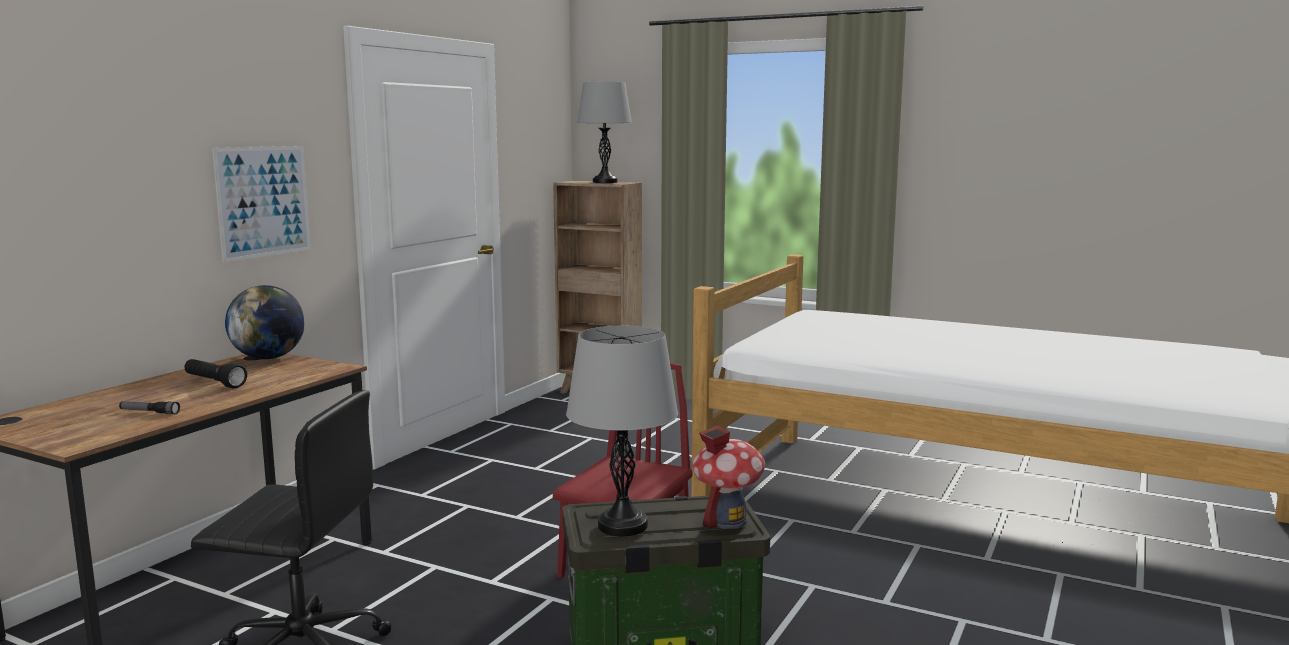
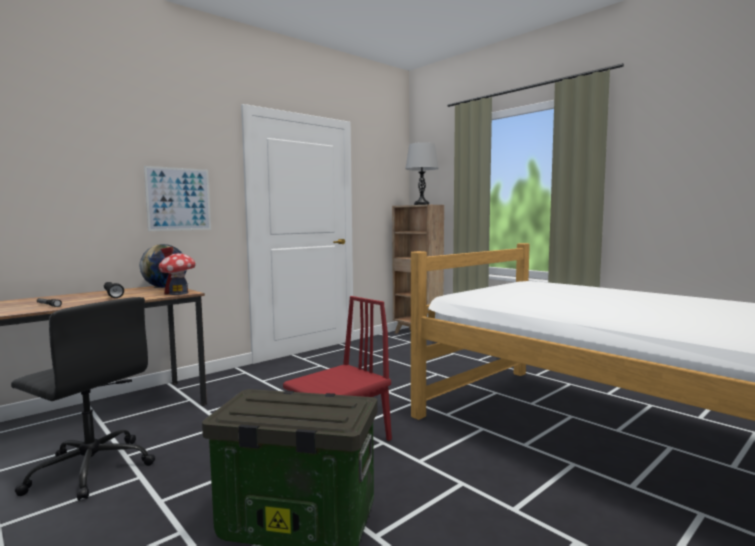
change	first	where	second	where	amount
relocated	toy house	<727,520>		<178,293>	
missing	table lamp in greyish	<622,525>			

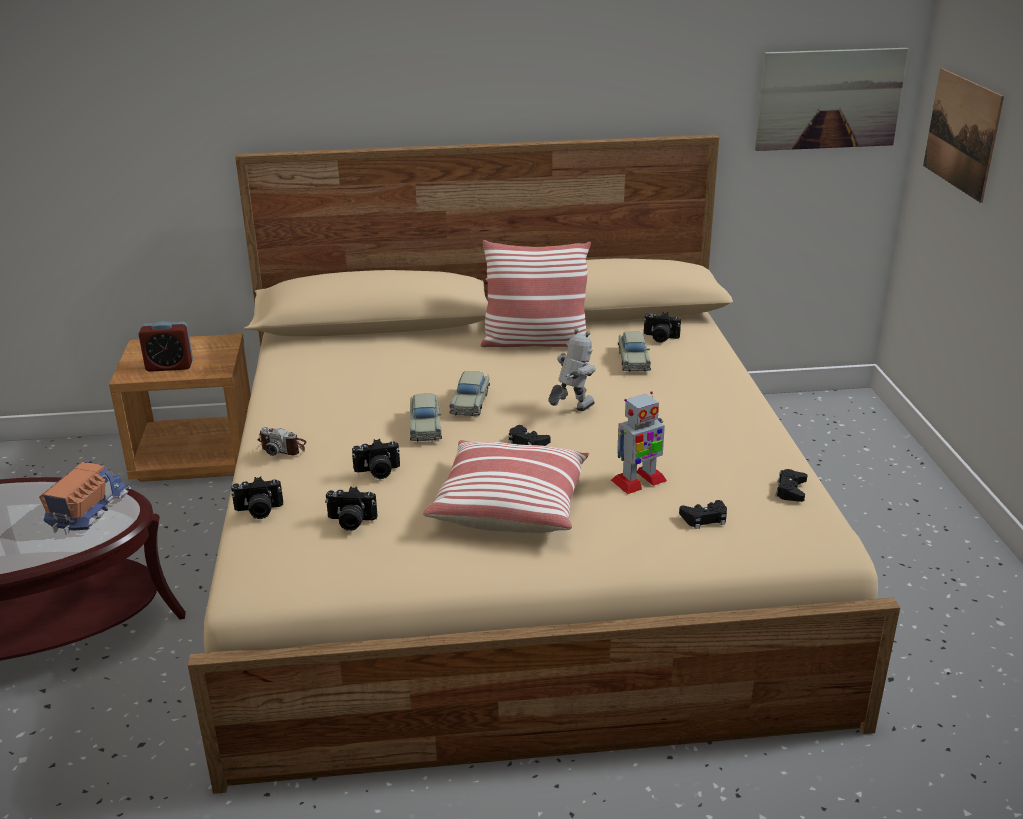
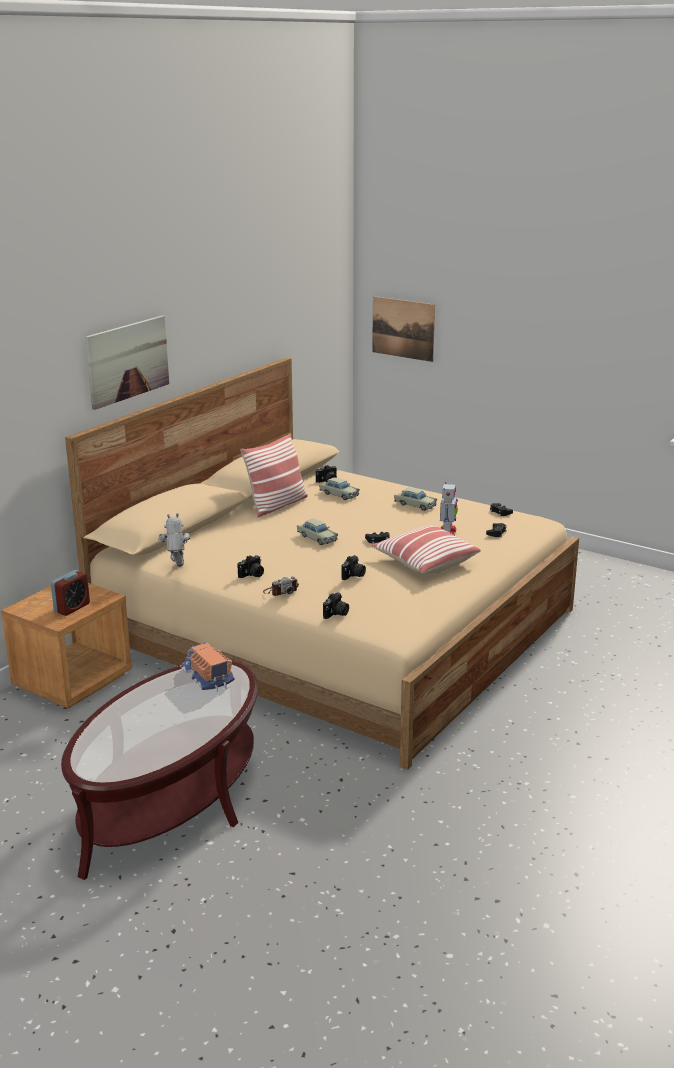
change	first	where	second	where	amount
relocated	wall art	<829,99>		<127,361>	
relocated	model robot	<571,411>		<177,568>	
relocated	photo camera	<350,521>		<252,575>	
relocated	toy car in sand-coloured	<425,426>		<415,505>	

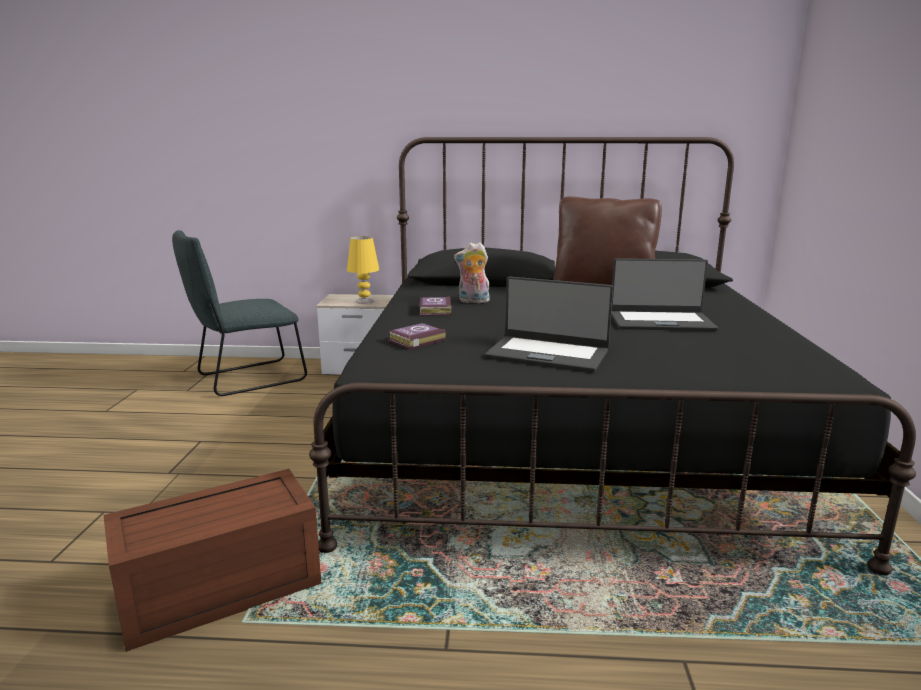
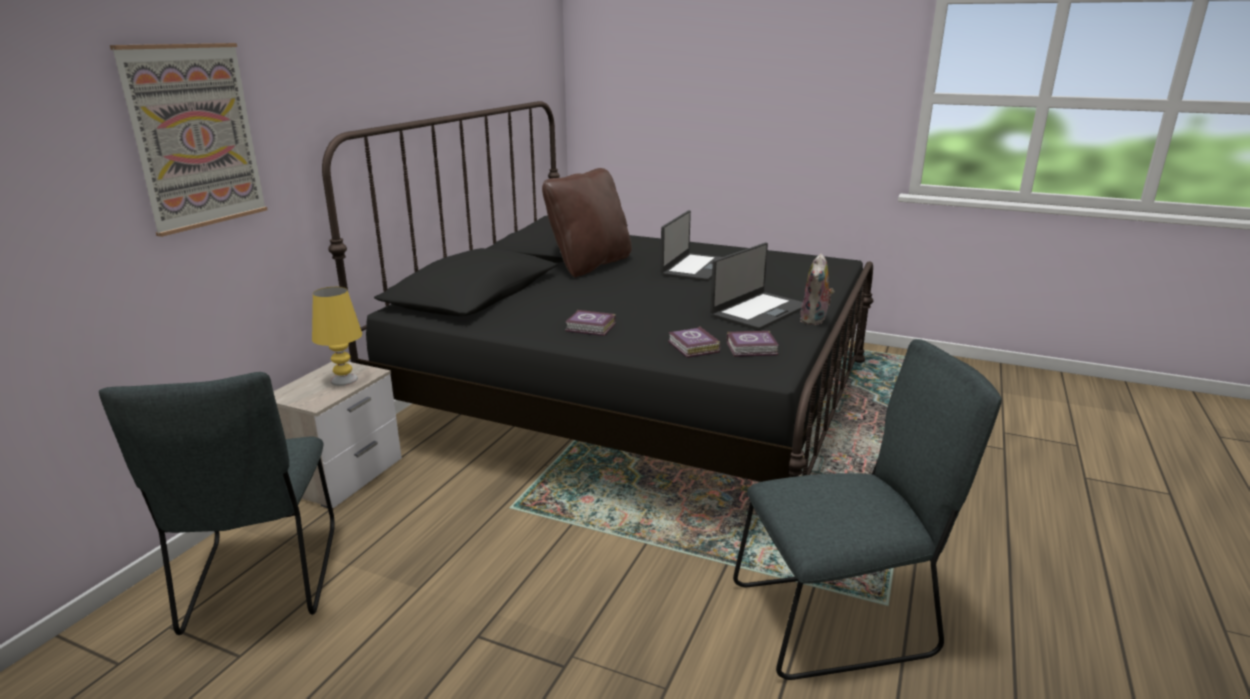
change	first	where	second	where	amount
appeared			wall art	<194,136>	
appeared			volume	<753,349>	
exchanged	storage bin in brown-coloured	<218,591>	chair in greyish	<841,619>	
relocated	plush toy	<473,301>		<815,320>	

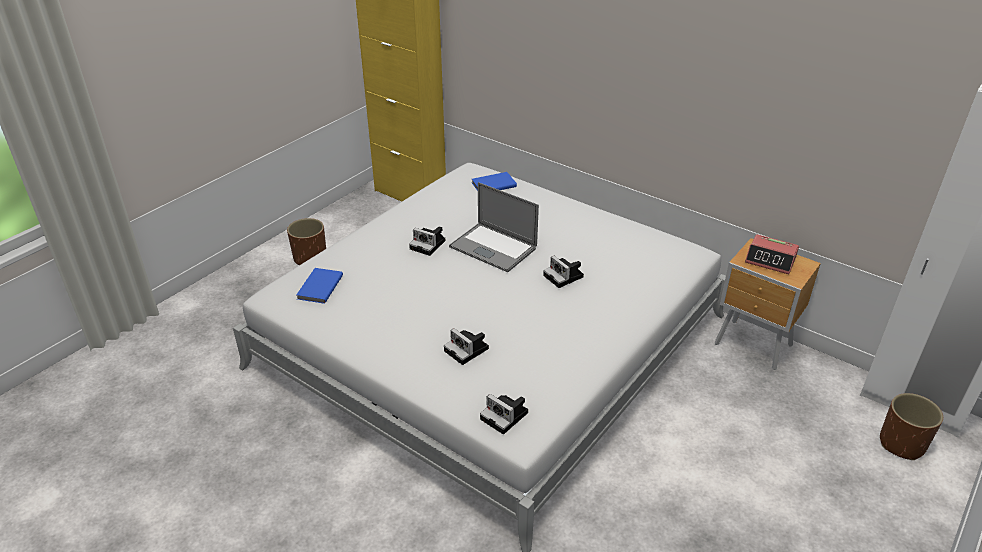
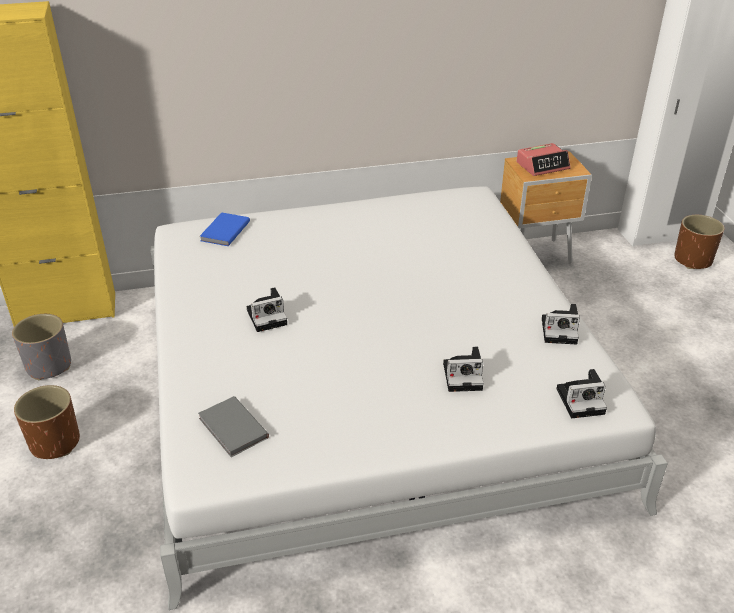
change	first	where	second	where	amount
appeared			flower pot in greyish	<49,366>	
colour	volume in bluish	<319,287>	volume in greyish	<232,429>	
relocated	photo camera	<564,277>		<560,330>	
missing	laptop	<493,247>			

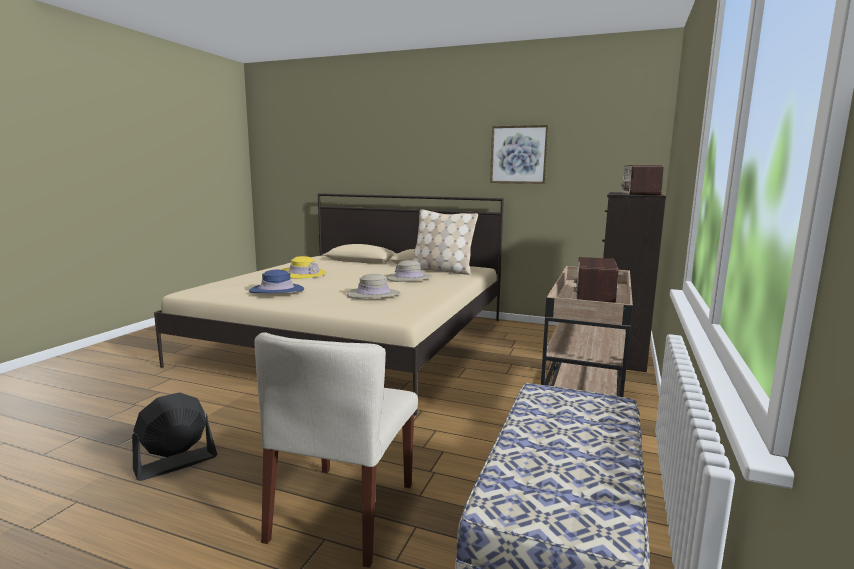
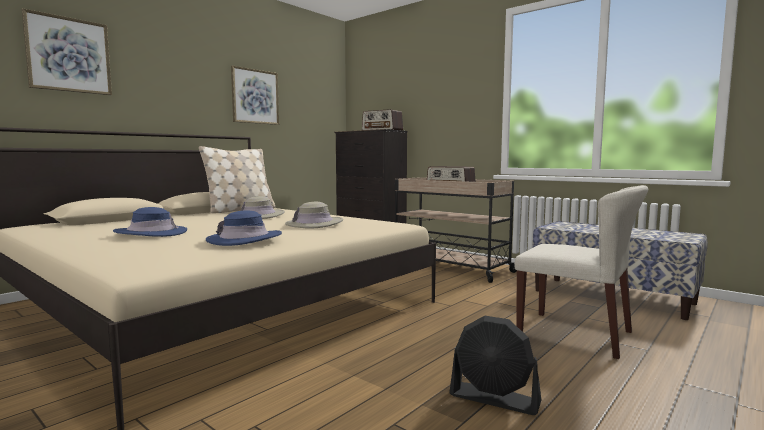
change	first	where	second	where	amount
appeared			wall art	<69,55>	
colour	wearable hat in yellow-coloured	<302,274>	wearable hat in bluish	<151,233>	
spun	cooling fan in black-coloured	<176,463>		<495,398>	45 degrees counterclockwise

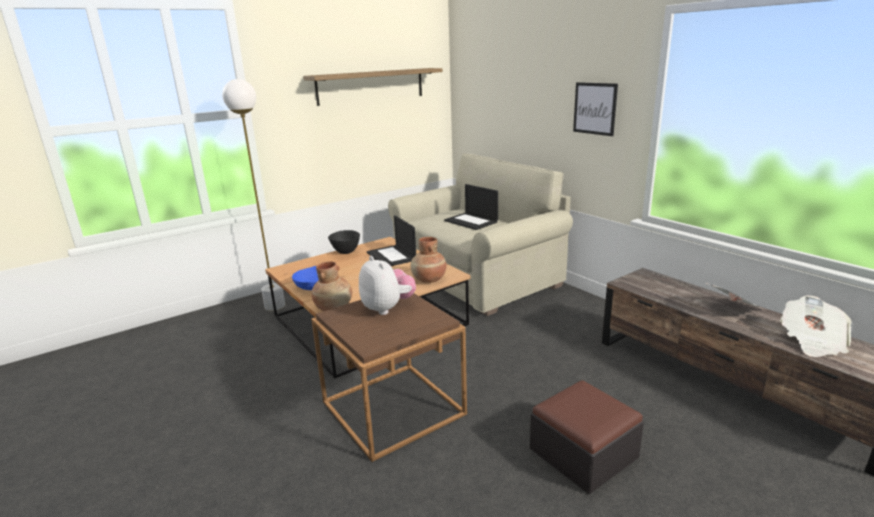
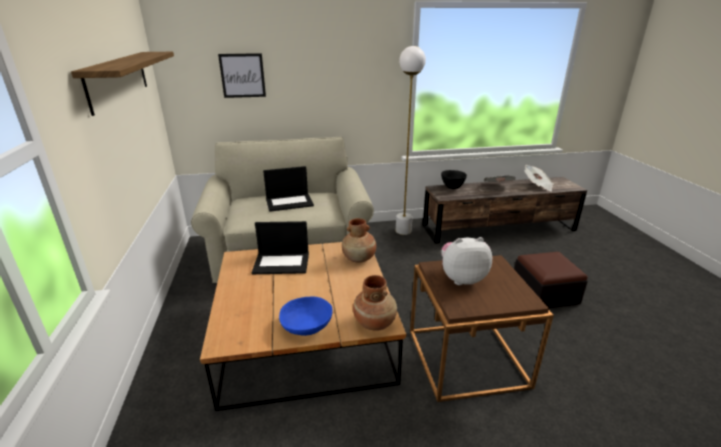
change	first	where	second	where	amount
relocated	wall art	<595,108>		<242,75>	
relocated	standard lamp in white-coloured	<275,306>		<403,231>	
relocated	serving bowl in black-coloured	<346,252>		<452,188>	

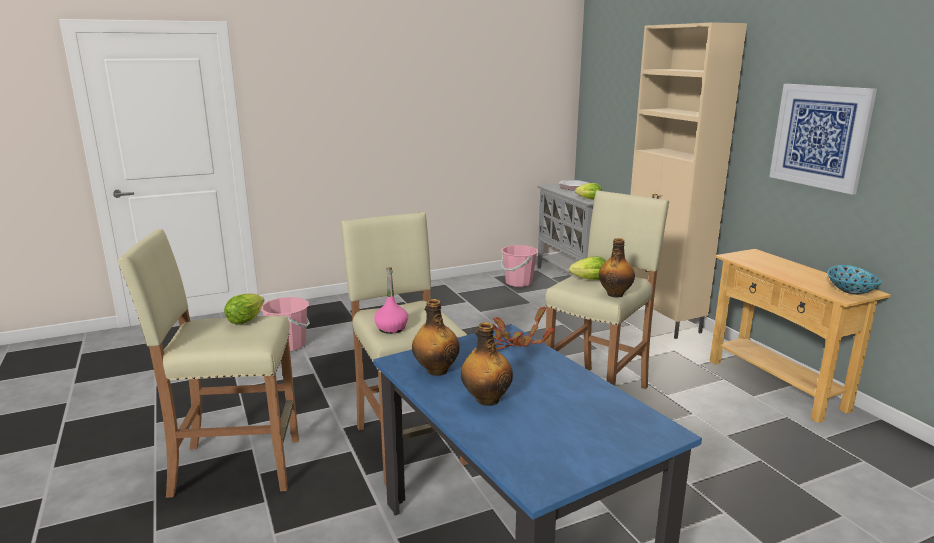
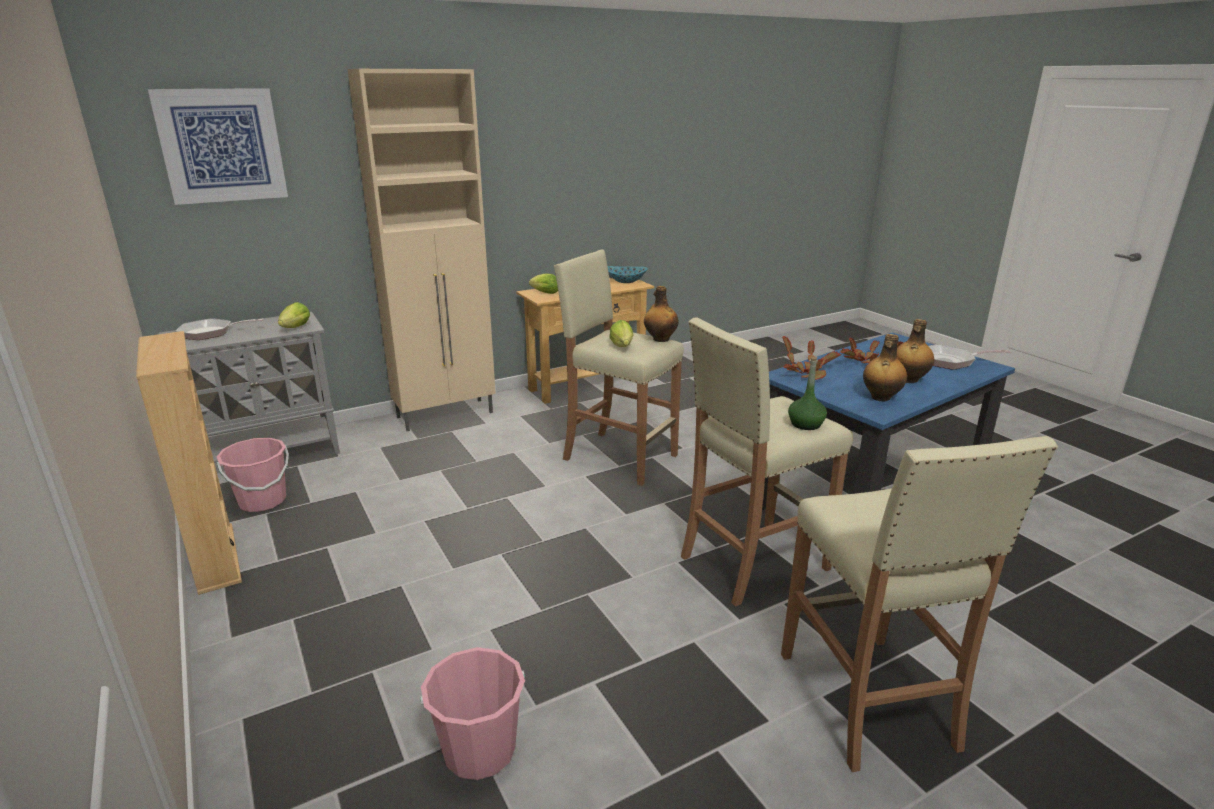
change	first	where	second	where	amount
appeared			bookshelf in sand-coloured	<215,558>	
relocated	wall art	<820,136>		<221,146>	
relocated	head of lettuce	<247,319>		<544,293>	
colour	bottle in pink	<391,328>	bottle in greenish	<805,424>	
appeared			houseplant	<864,362>	
appeared			frying pan	<950,361>	

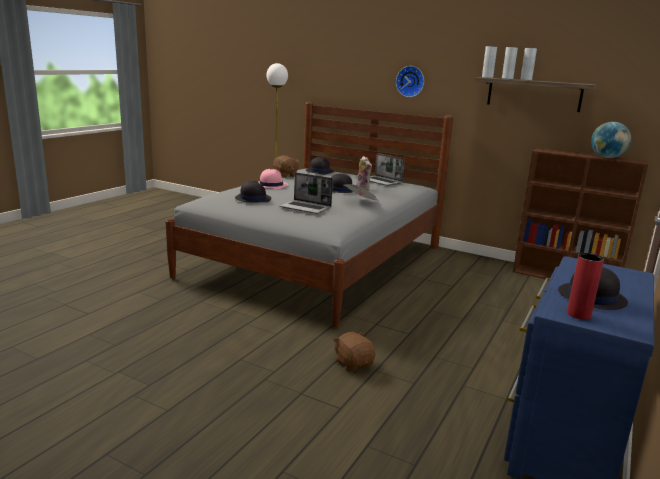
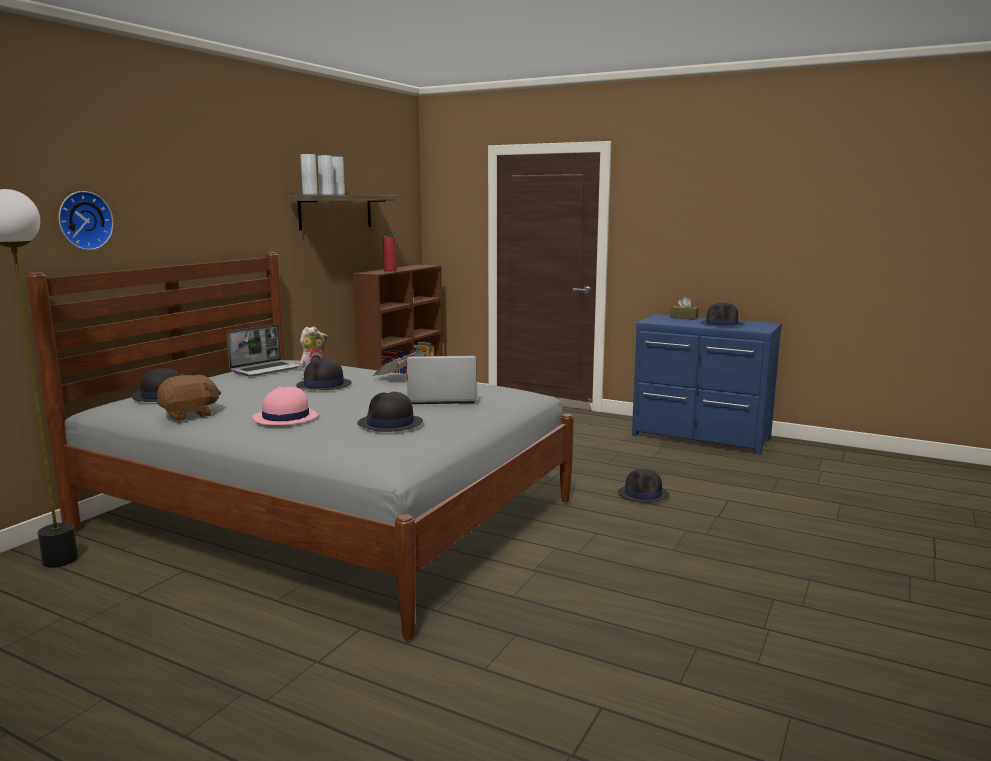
change	first	where	second	where	amount
relocated	hanging clock	<410,81>		<83,220>	
relocated	vase in reddish	<578,314>		<390,270>	
spun	laptop	<306,208>		<441,398>	120 degrees counterclockwise
exchanged	plush toy in brown-coloured	<353,363>	wearable hat in black-coloured	<643,494>	
appeared			tissue holder in brown-coloured	<684,317>	
missing	globe	<607,157>			

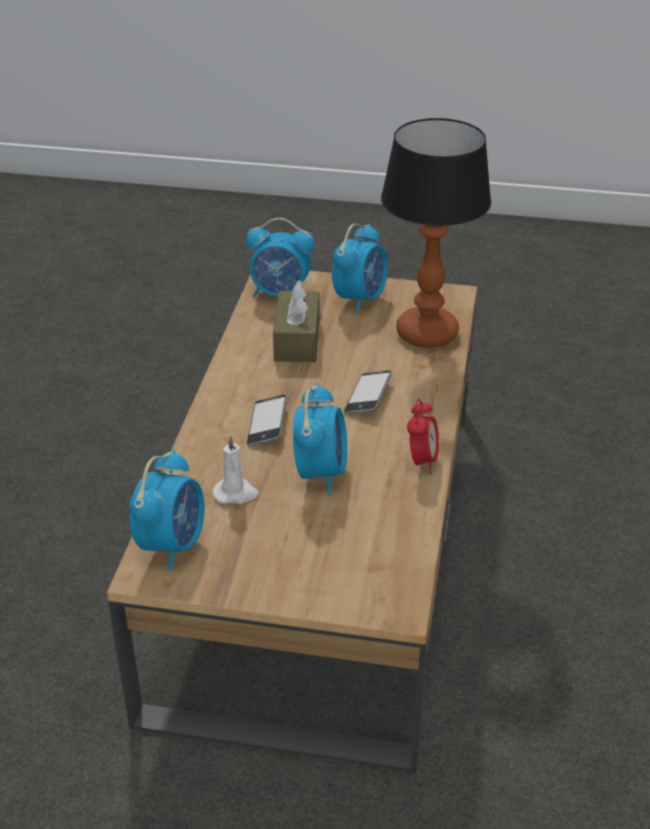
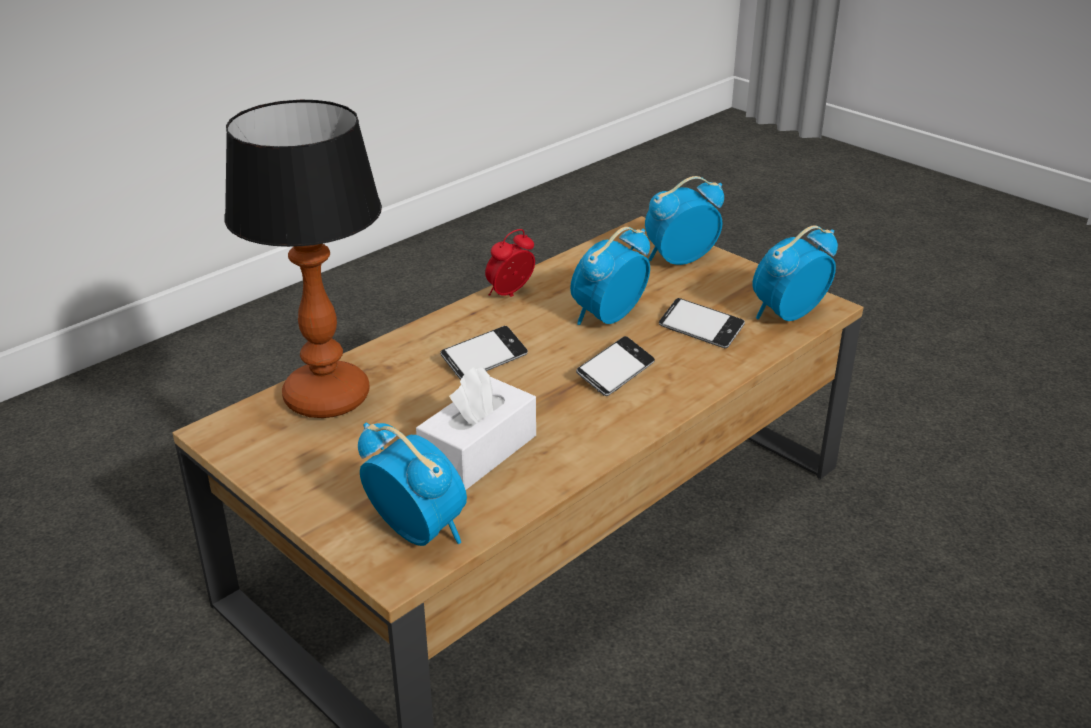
change	first	where	second	where	amount
colour	tissue holder in brown-coloured	<297,340>	tissue holder in white-coloured	<478,451>	
relocated	bedside clock	<360,298>		<679,260>	
exchanged	candle in white-coloured	<236,493>	phone	<700,329>	

